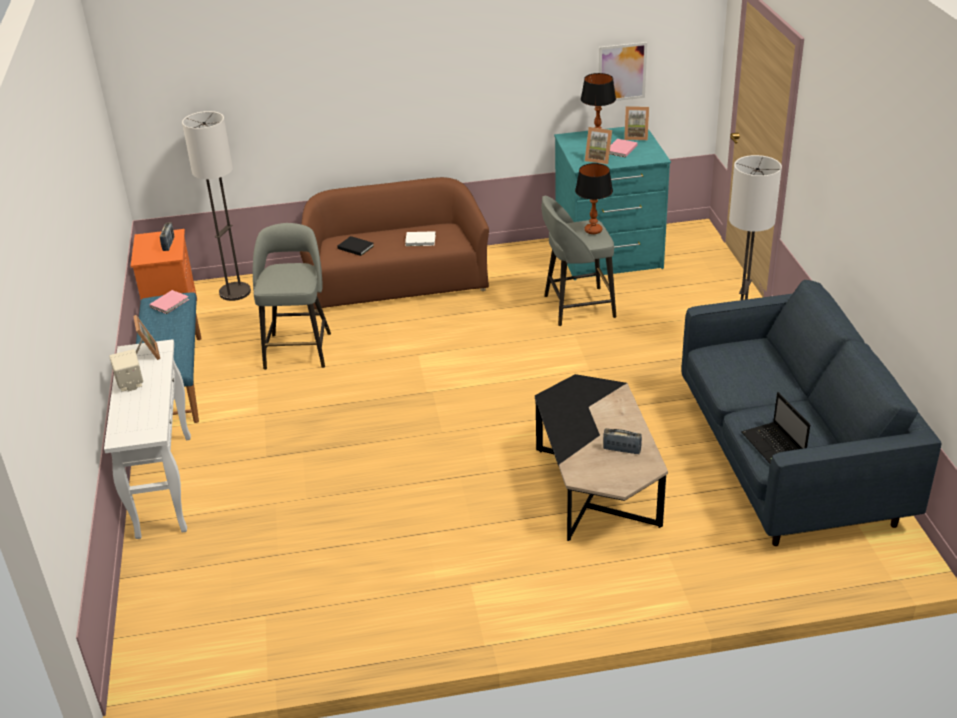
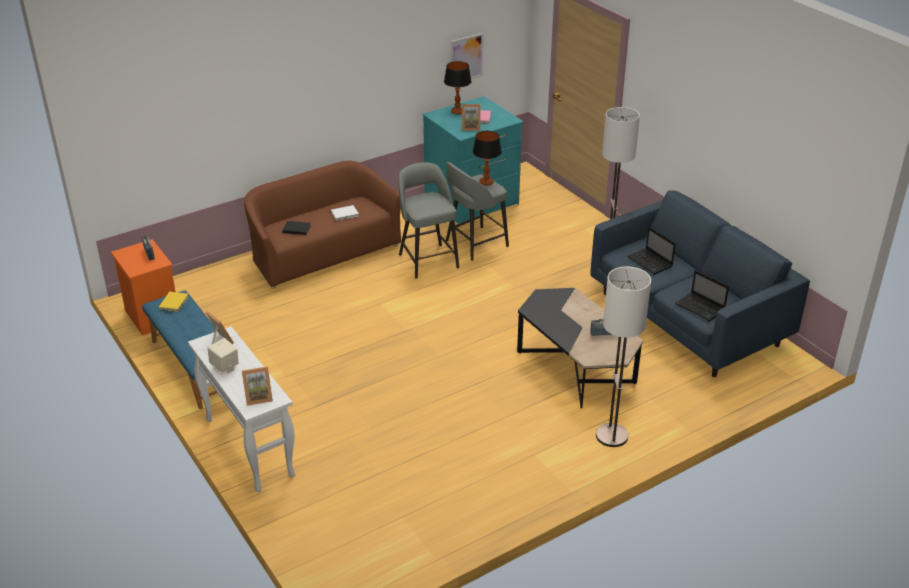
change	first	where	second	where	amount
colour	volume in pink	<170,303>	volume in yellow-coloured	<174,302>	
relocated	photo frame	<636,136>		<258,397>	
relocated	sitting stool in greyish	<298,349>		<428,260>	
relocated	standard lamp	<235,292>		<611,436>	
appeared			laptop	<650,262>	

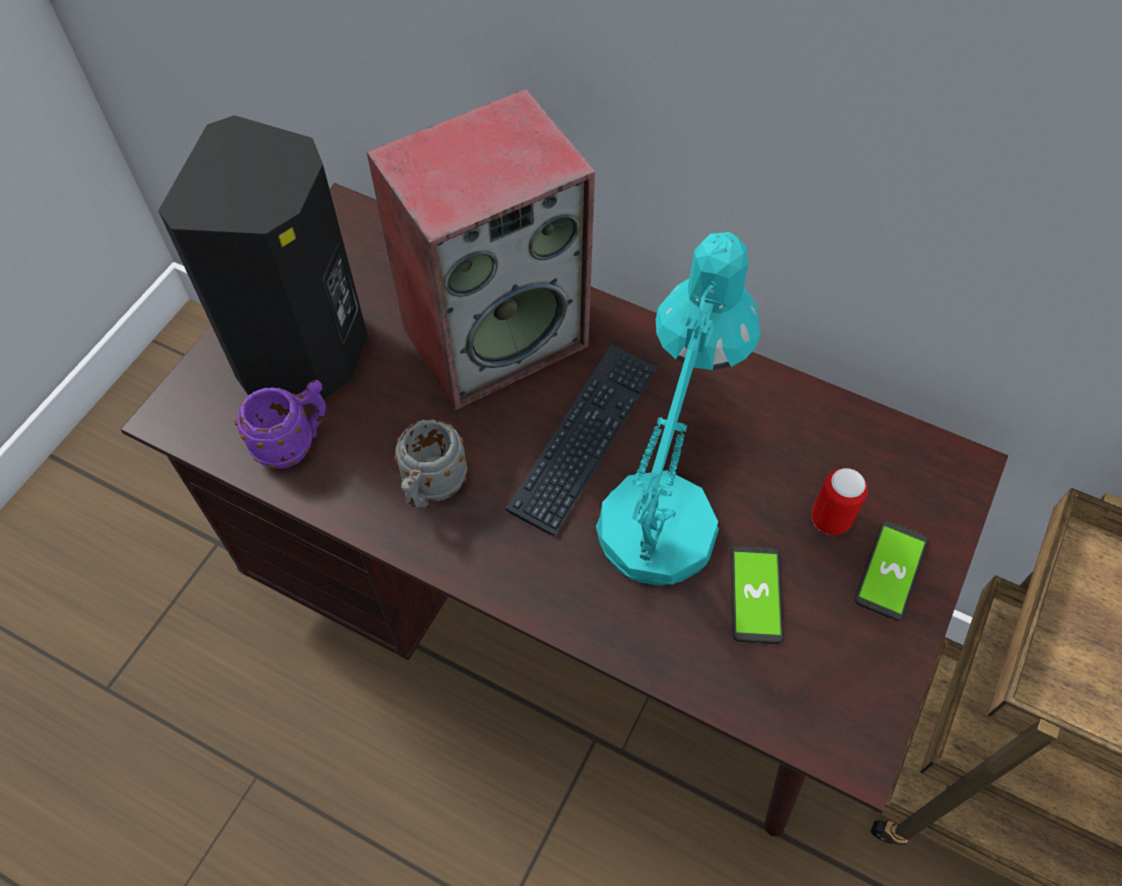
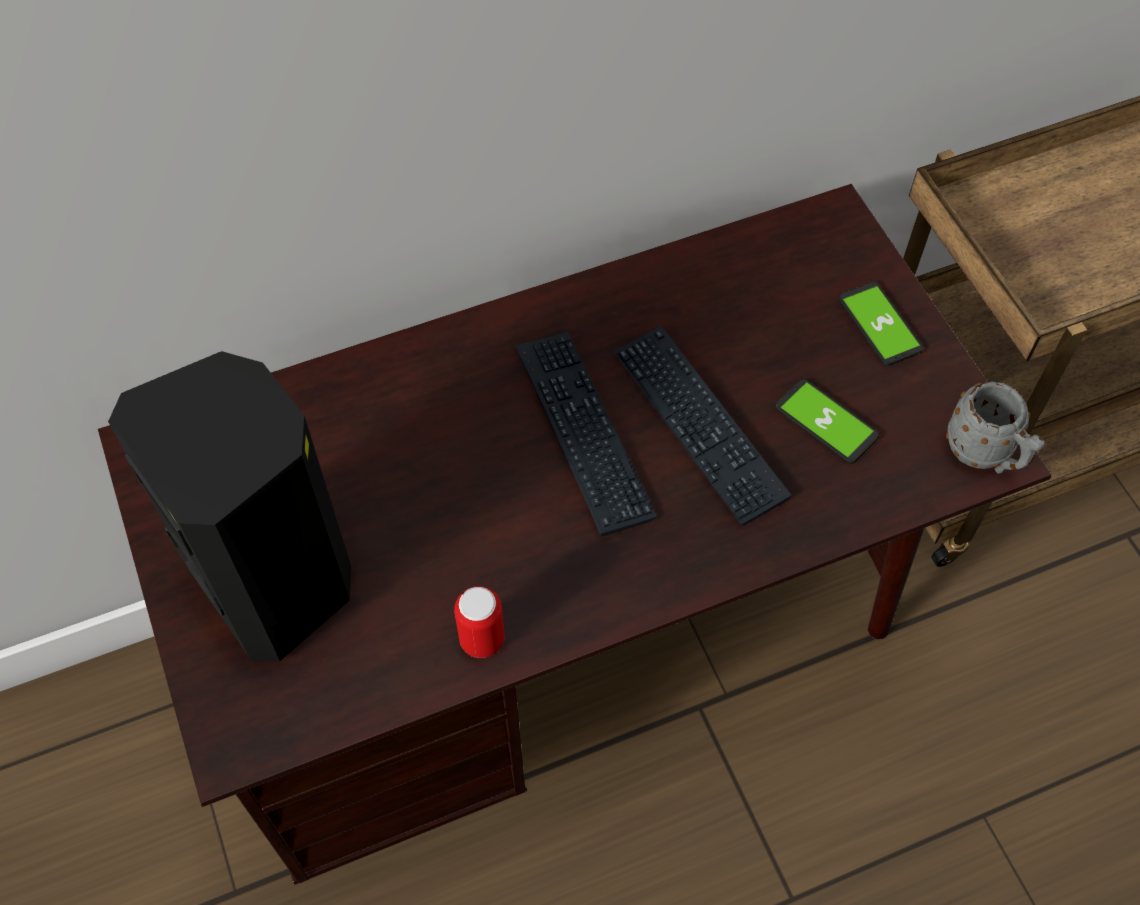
change	first	where	second	where	amount
relocated	can	<830,520>		<482,639>	
exchanged	table lamp in blue-green	<664,507>	PC keyboard	<698,425>	
relocated	mug in greyish	<431,489>		<985,455>	
missing	mug in purple-coloured	<294,443>			
missing	audio speaker	<496,334>			

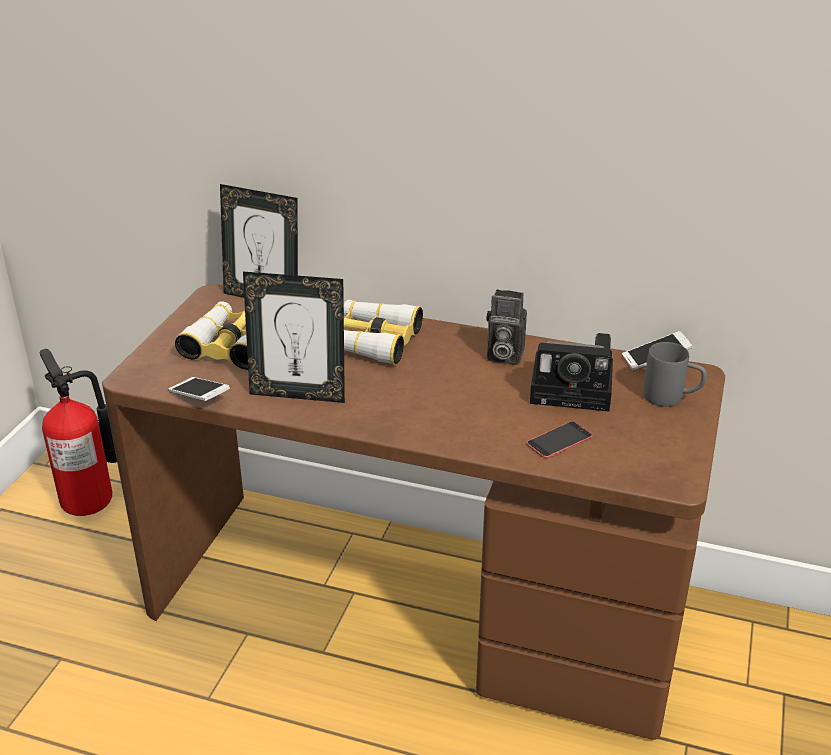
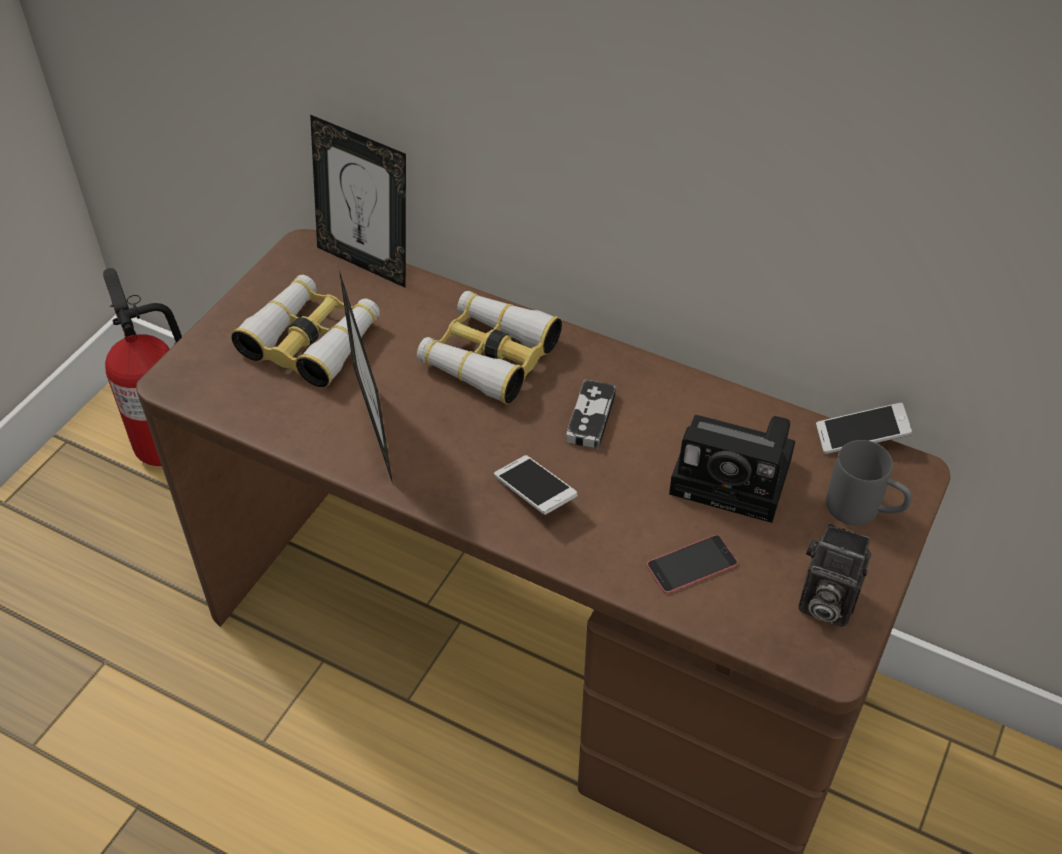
change	first	where	second	where	amount
spun	photo frame	<298,394>		<374,437>	120 degrees counterclockwise
relocated	phone	<199,397>		<534,493>	
appeared			joypad	<591,417>	
relocated	photo camera	<503,355>		<823,603>	

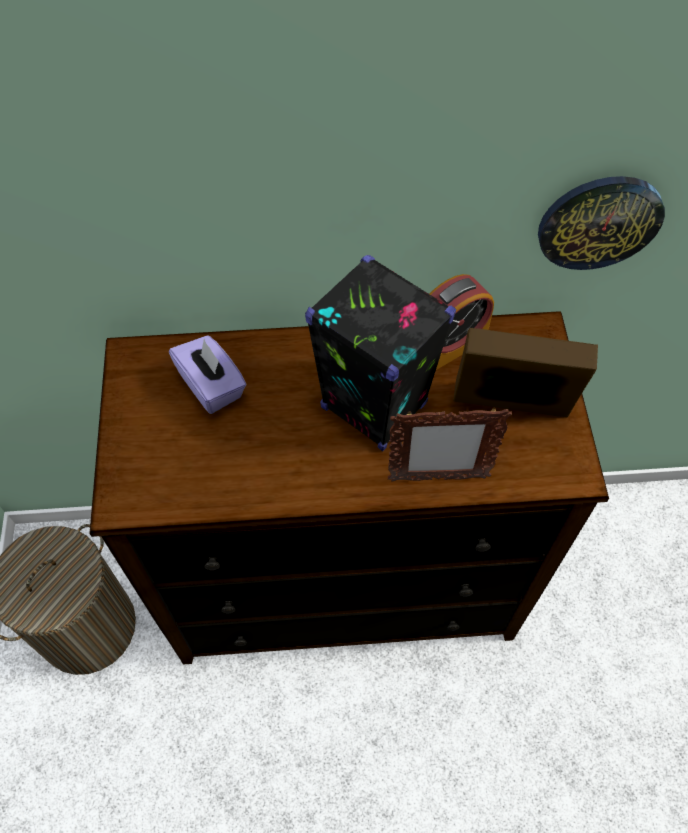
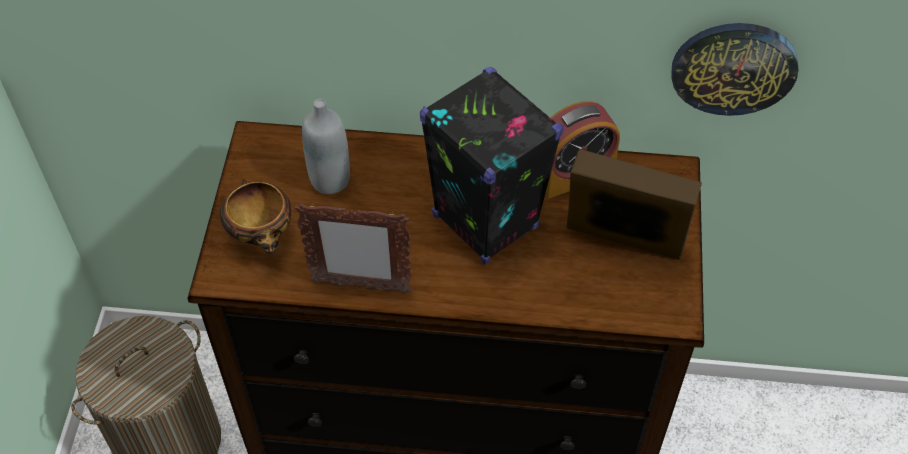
change	first	where	second	where	amount
appeared			serving bowl	<262,237>	
relocated	photo frame	<437,478>		<360,286>	
exchanged	tissue holder in purple-coloured	<212,386>	bottle in greyish	<330,180>	

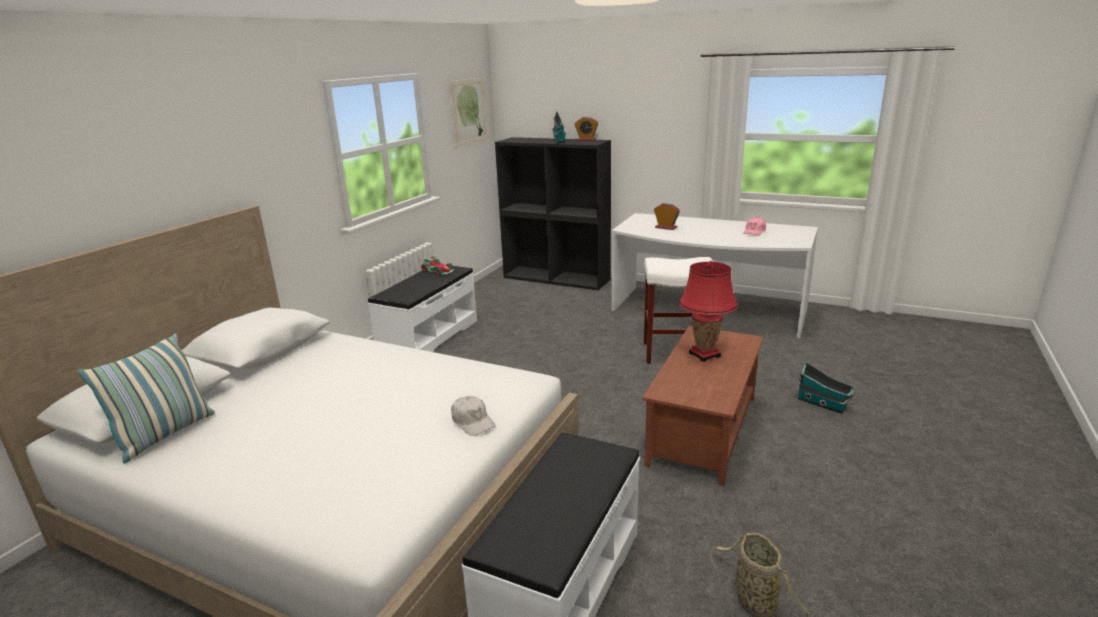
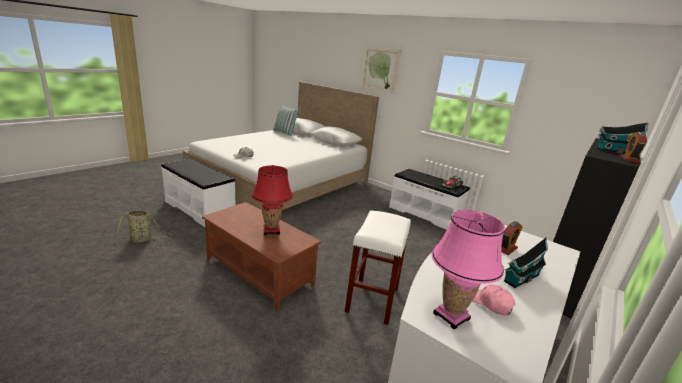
change	first	where	second	where	amount
relocated	wall art	<469,111>		<380,70>	
appeared			table lamp in pink	<451,316>	
relocated	toy house	<823,404>		<520,278>	

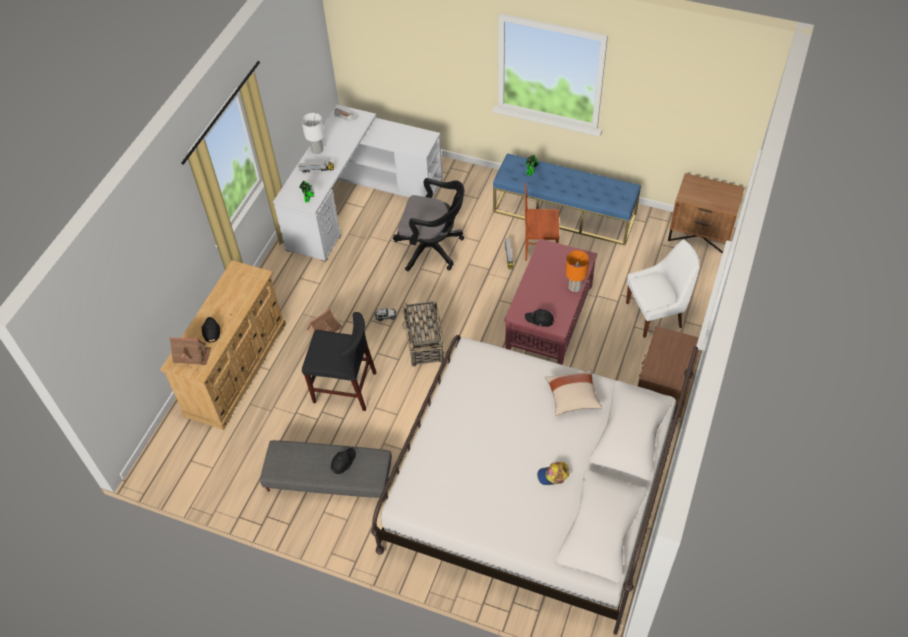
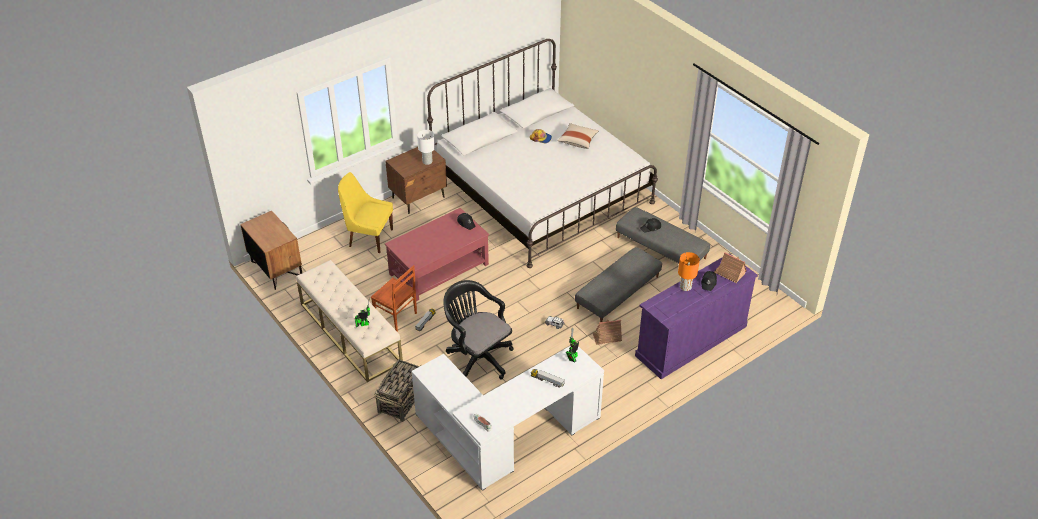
change	first	where	second	where	amount
colour	long seat in bluish	<564,213>	long seat in sand-coloured	<350,333>	
colour	chair in white-coloured	<656,314>	chair in yellow-coloured	<369,237>	
relocated	basket	<424,344>		<402,399>	
relocated	table lamp in white-coloured	<317,150>		<427,161>	
relocated	pillow in sand-coloured	<572,397>		<578,141>	
exchanged	chair in black-coloured	<344,387>	ottoman in greyish	<617,292>	
colour	dresser in sand-coloured	<236,368>	dresser in purple-coloured	<691,341>	
relocated	table lamp in orange	<574,286>		<685,287>	

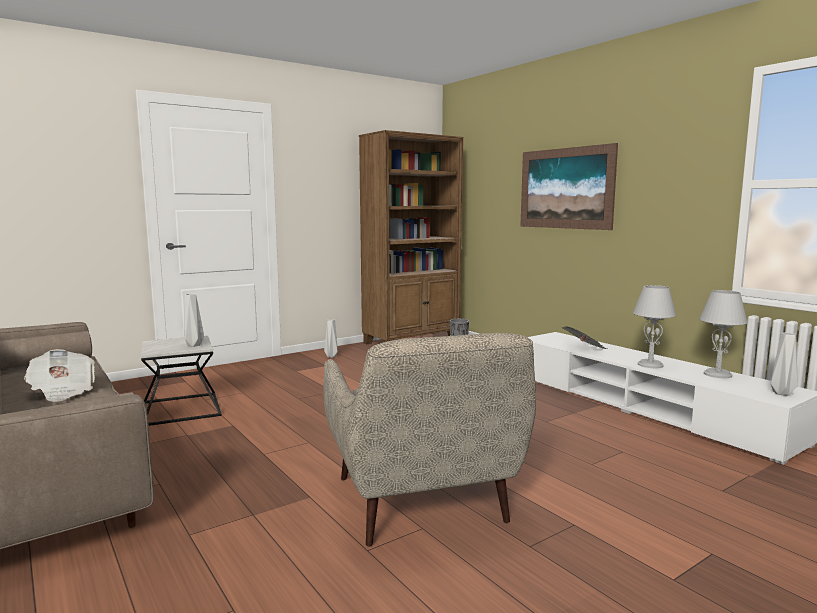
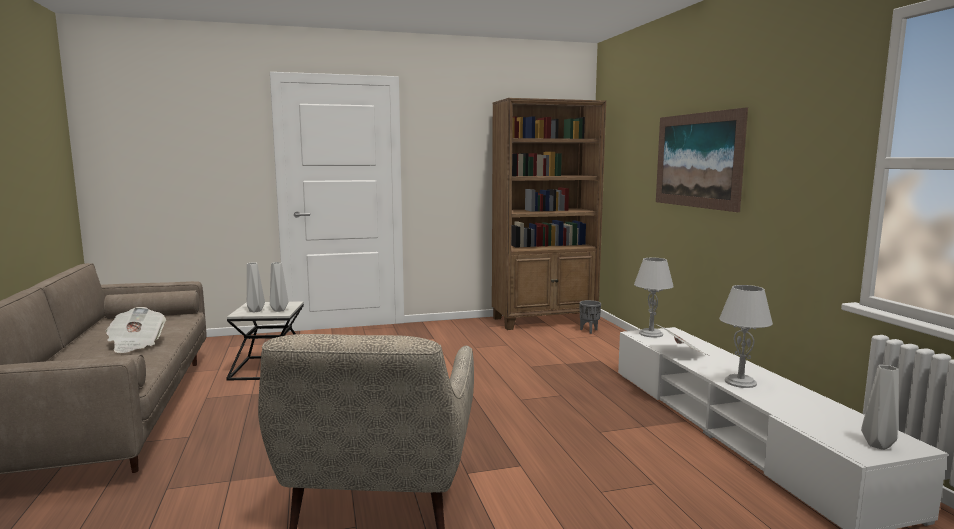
change	first	where	second	where	amount
relocated	vase in greyish	<331,356>		<254,311>	
relocated	table lamp in greyish	<718,374>		<651,334>	

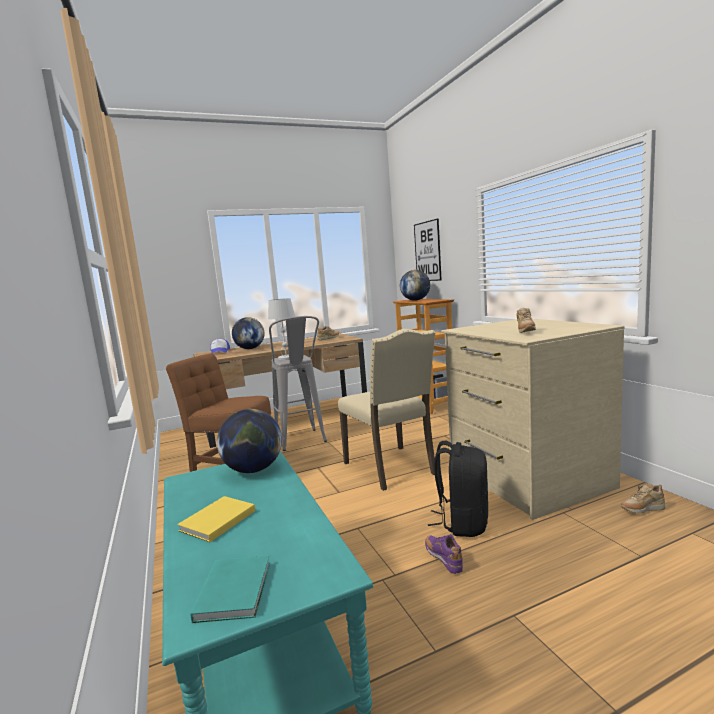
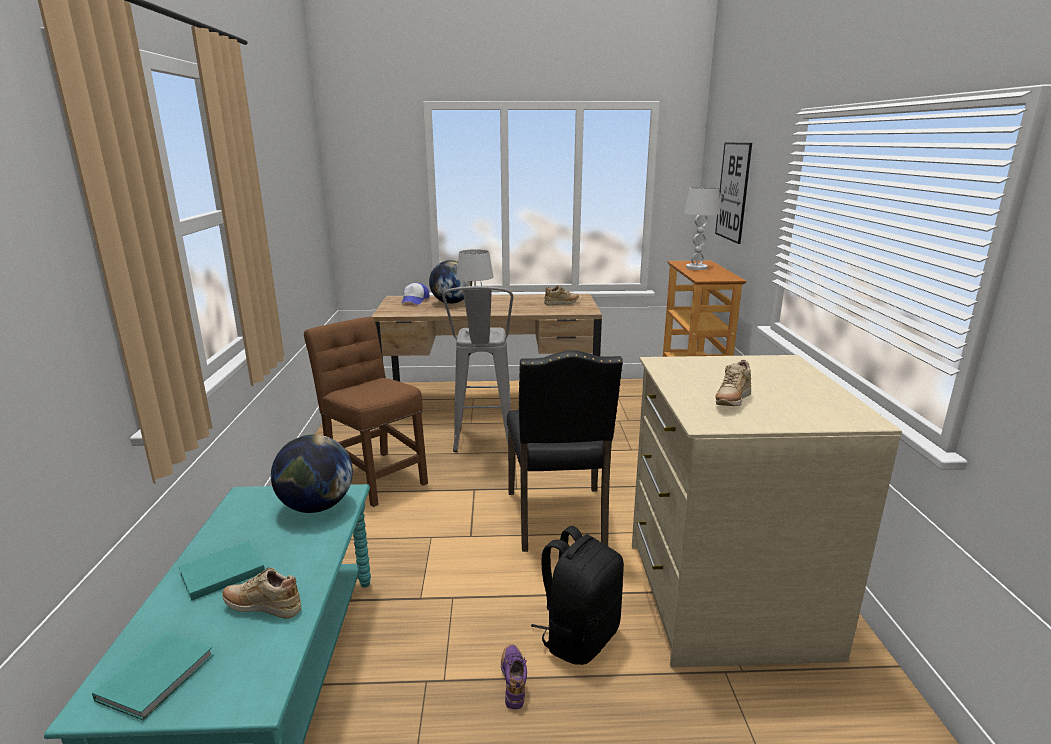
change	first	where	second	where	amount
colour	volume in yellow-coloured	<216,521>	volume in blue-green	<220,572>	
relocated	low shoe in sand-coloured	<642,510>		<263,607>	
colour	chair in sand-coloured	<392,468>	chair in black-coloured	<558,519>	
exchanged	globe	<415,300>	table lamp in white-coloured	<696,268>	

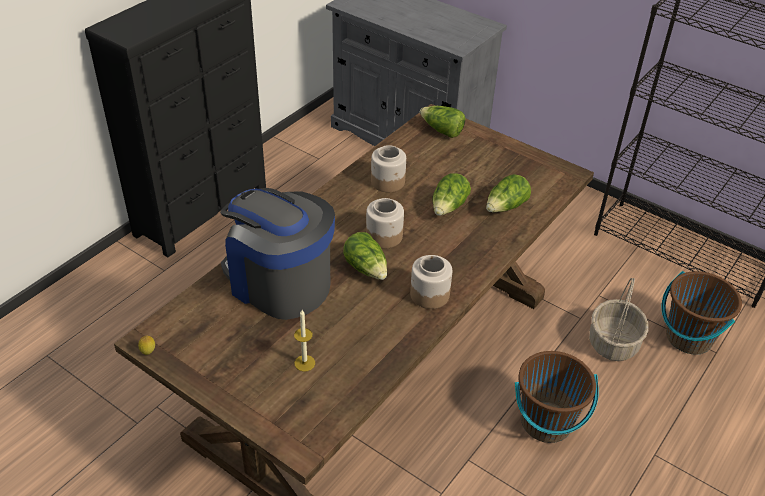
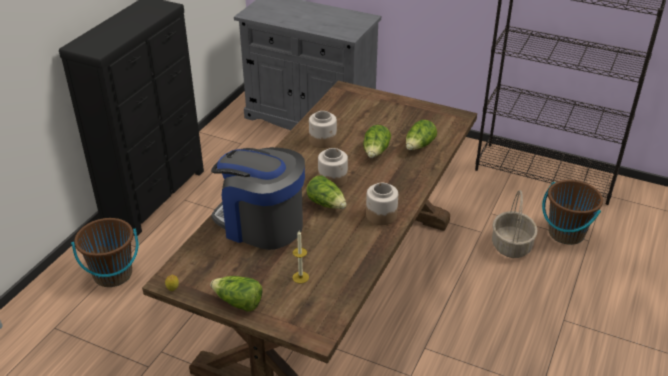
change	first	where	second	where	amount
relocated	pail in brown-coloured	<546,423>		<113,274>	
relocated	head of lettuce	<442,131>		<238,302>	

